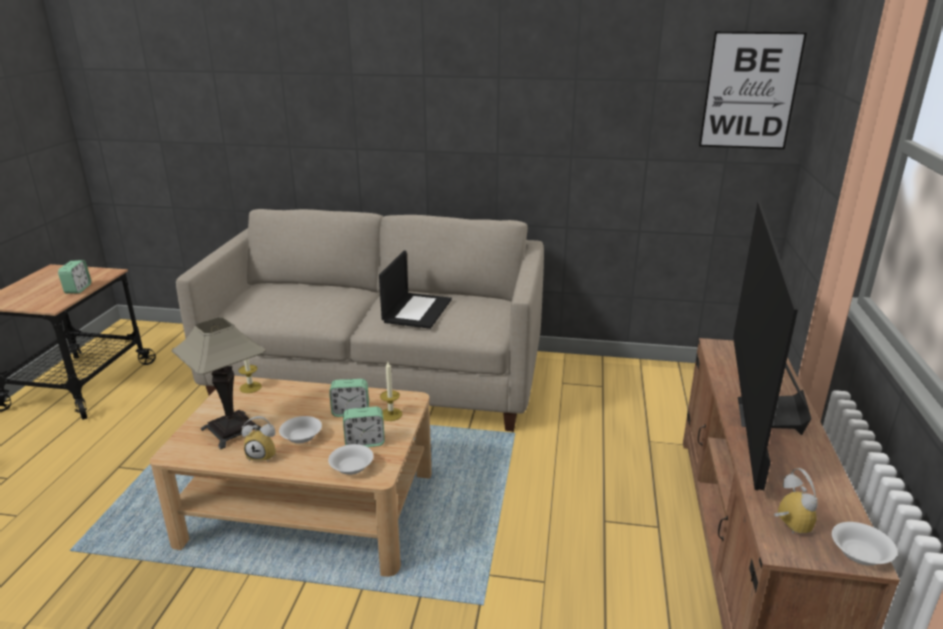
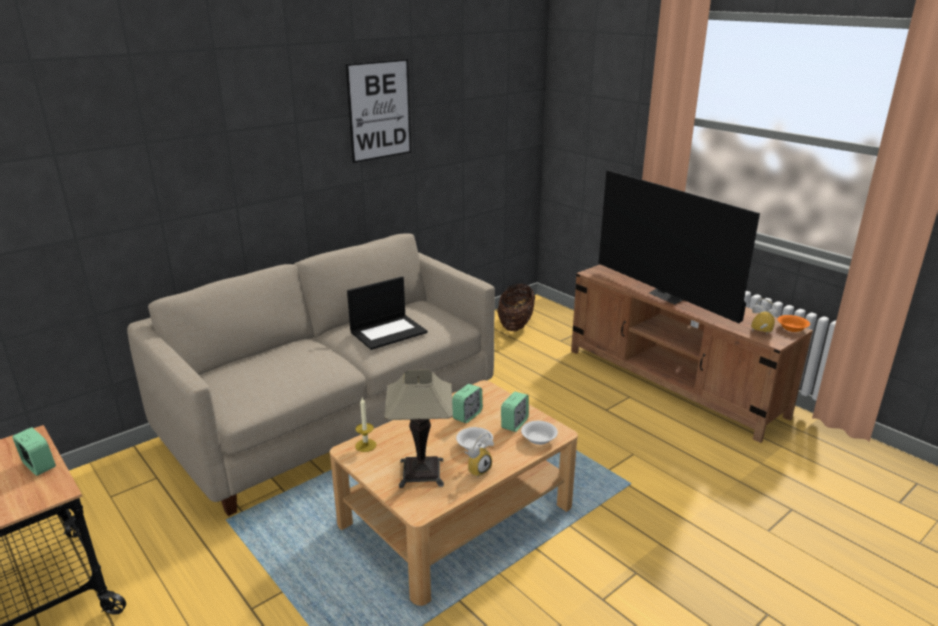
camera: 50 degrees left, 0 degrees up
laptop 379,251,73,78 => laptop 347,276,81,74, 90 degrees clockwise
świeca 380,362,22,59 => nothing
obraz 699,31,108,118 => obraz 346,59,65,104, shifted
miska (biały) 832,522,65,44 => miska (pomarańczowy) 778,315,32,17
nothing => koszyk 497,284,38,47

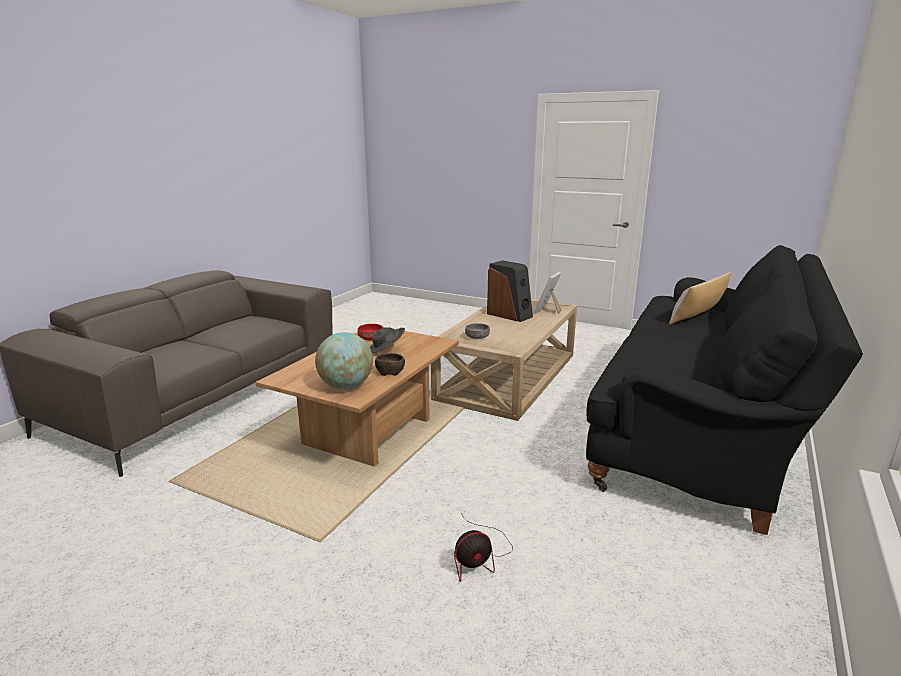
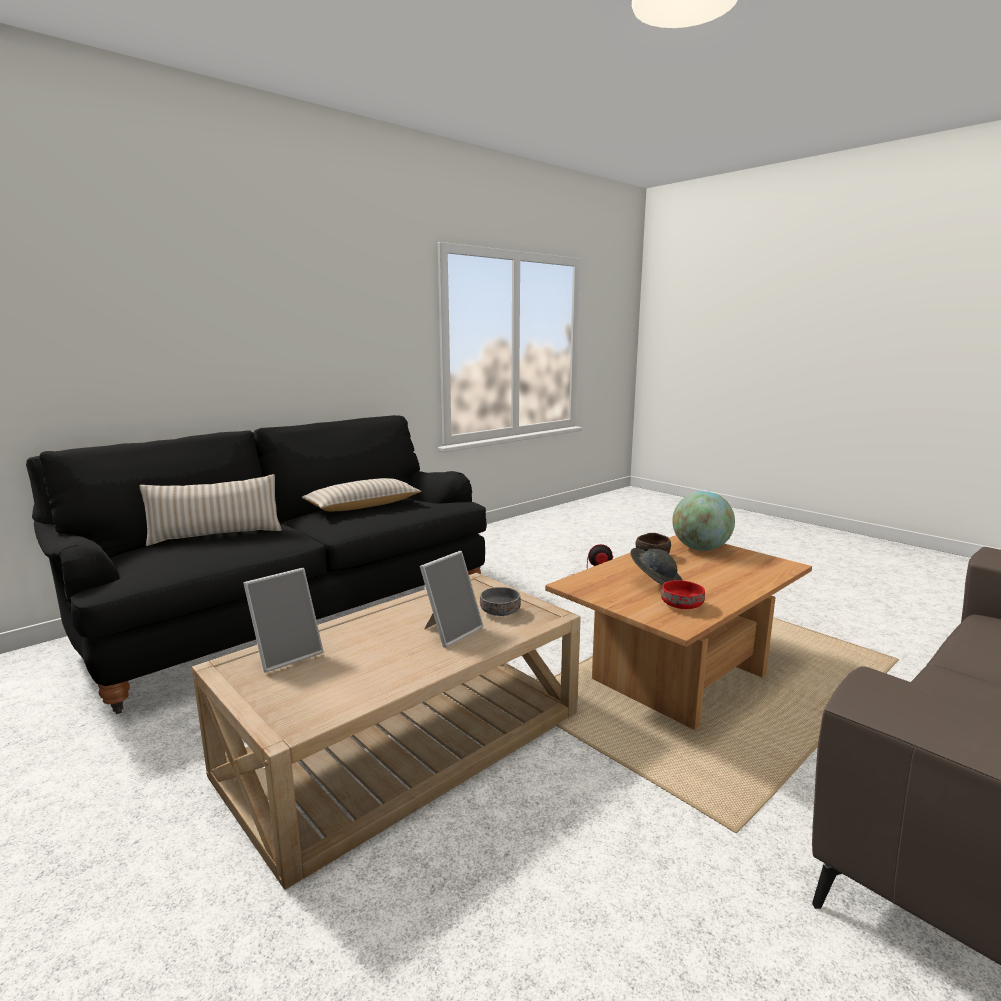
camera: 160 degrees left, 5 degrees down
głośnik 487,260,46,62 => nothing
nothing => poduszka (beżowy) 302,478,119,33
nothing => ramka na zdjęcie 420,551,63,97

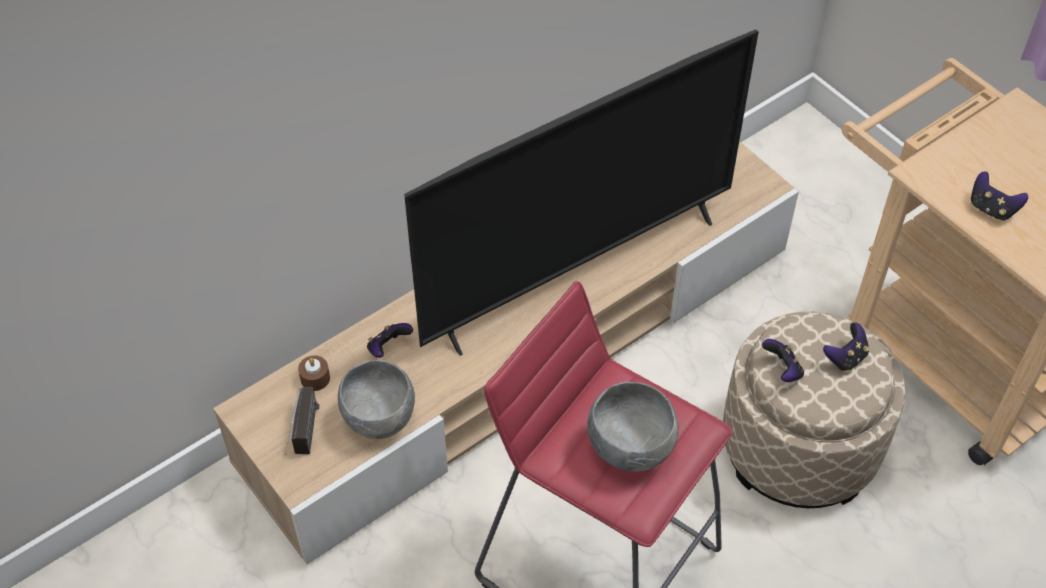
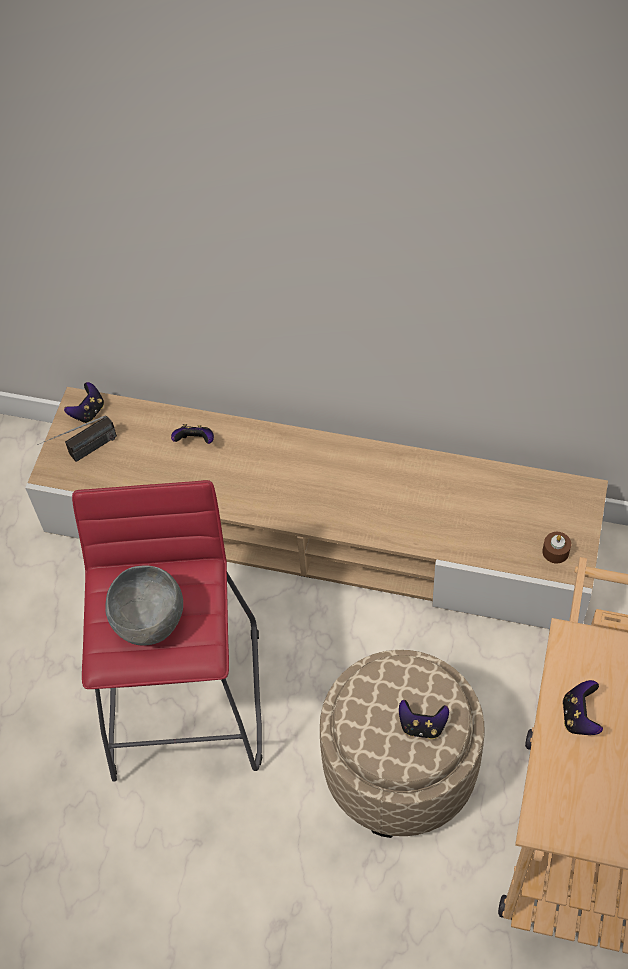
camera: 55 degrees right, 5 degrees up
świeca (brązowy) 298,356,32,35 => świeca (brązowy) 542,532,29,32, shifted
miska (szary) 338,360,77,79 => nothing
telewizor 404,30,355,326 => nothing
pad do gier 762,339,42,43 => pad do gier 64,382,40,41, shifted

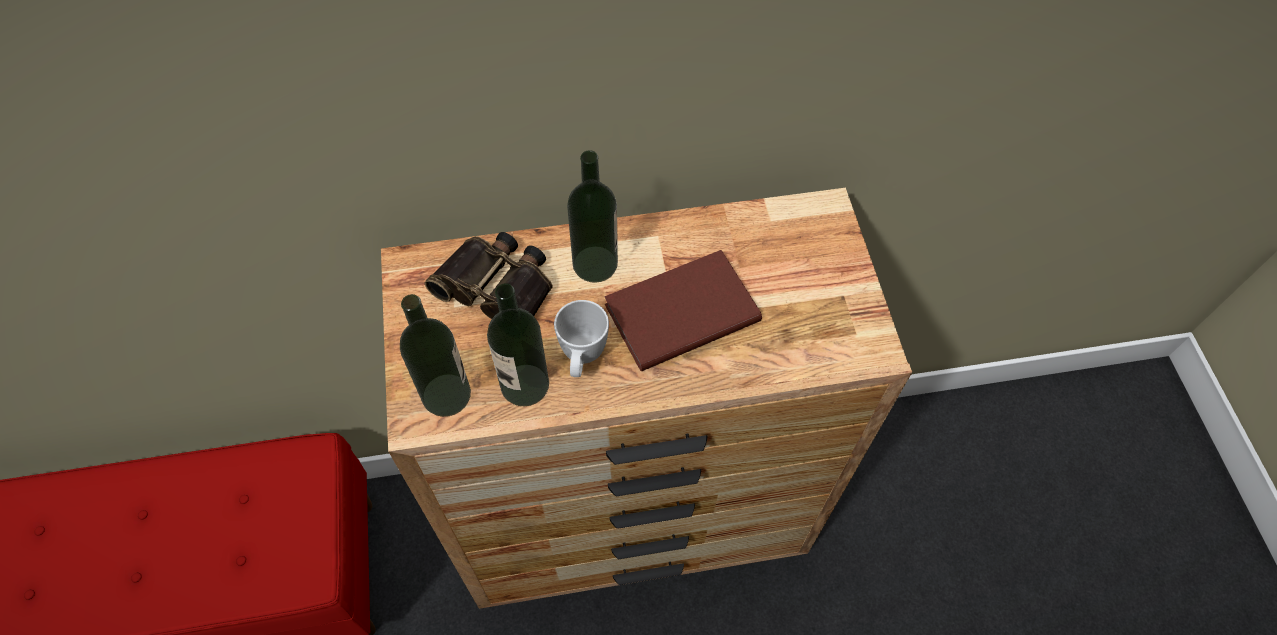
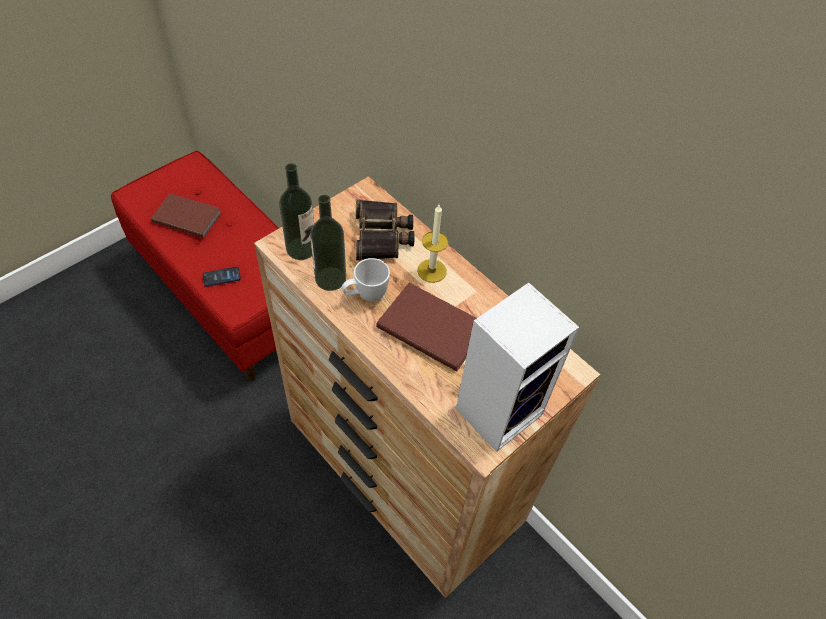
camera: 55 degrees right, 5 degrees down
butelka 567,150,51,133 => świeca 417,205,31,78
nothing => książka (brązowy) 151,193,70,45
nothing => telefon 203,267,38,19
nothing => głośnik 456,283,123,169

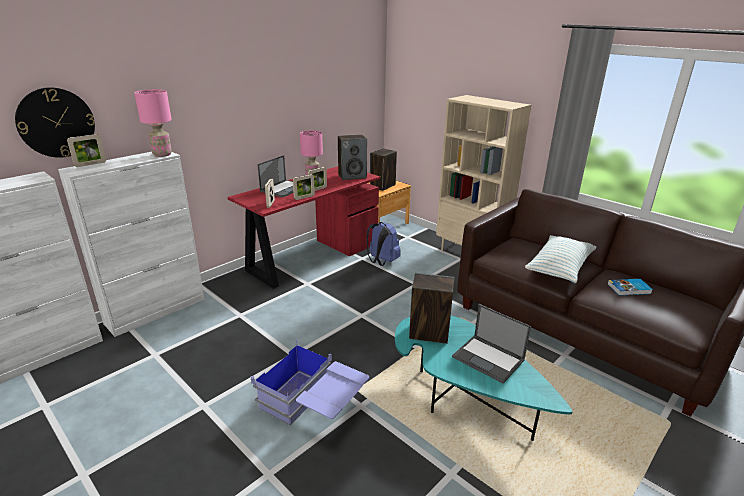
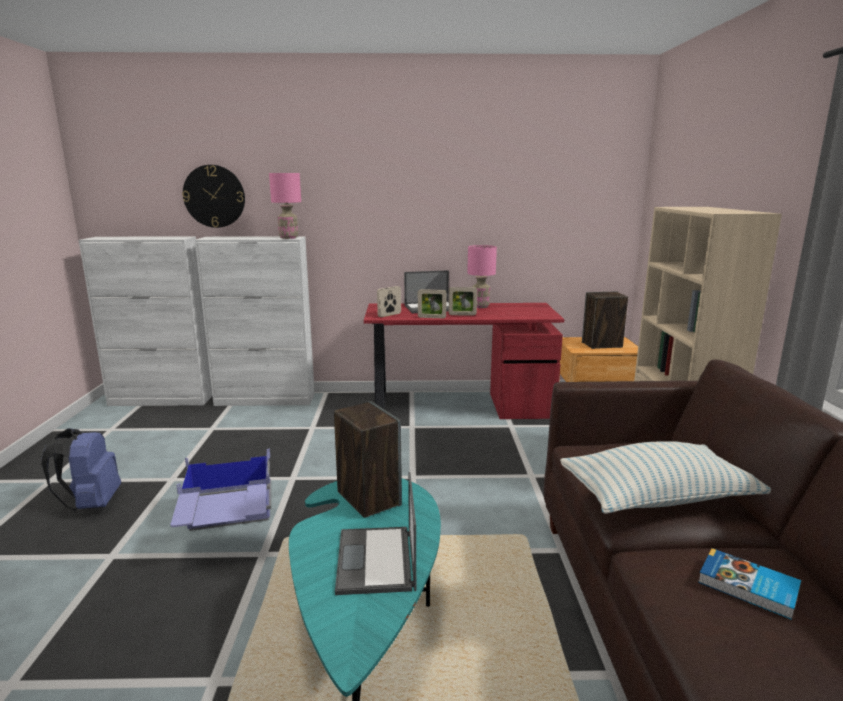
camera: 45 degrees right, 10 degrees down
ramka na zdjęcie 67,134,39,33 => nothing
głośnik 338,134,29,46 => nothing
plecak (niebieski) 366,222,35,44 => plecak (niebieski) 41,428,80,82, shifted

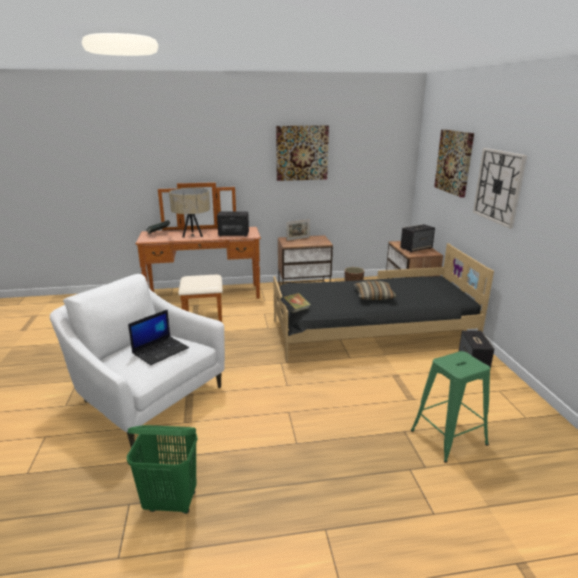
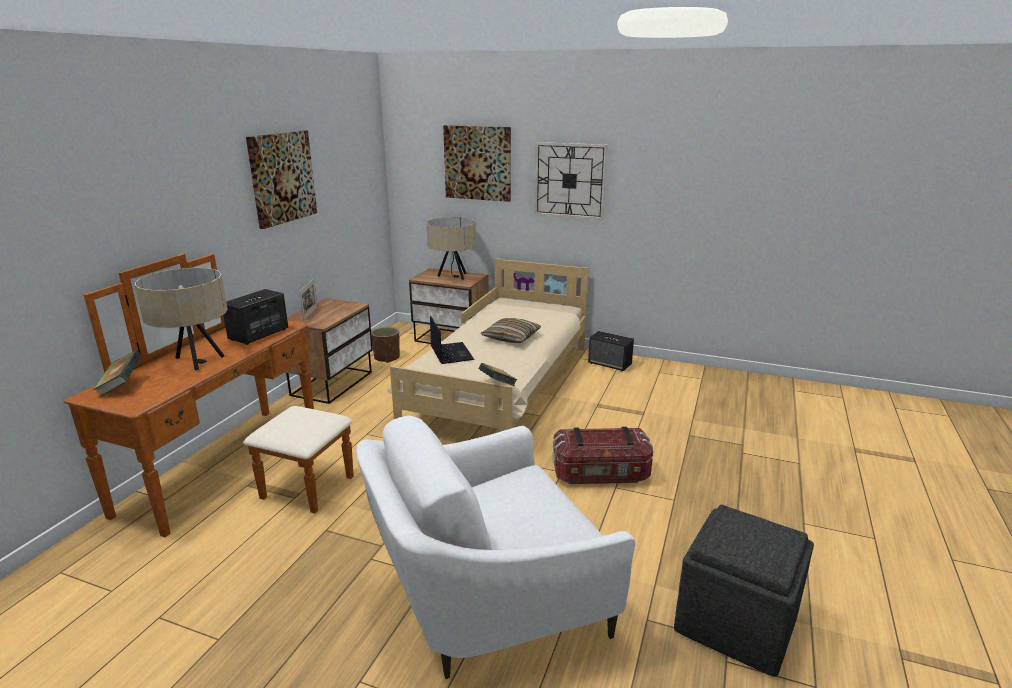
camera: 60 degrees left, 0 degrees up
kosz na pranie (zielony) 127,425,71,89 => pufa (szary) 674,504,140,173
laptop 128,309,61,56 => laptop 430,316,45,48, shifted
łóżko (czarny) 273,243,221,119 => łóżko (beżowy) 387,258,202,173
głośnik 400,224,35,28 => lampa stołowa (beżowy) 426,217,50,63
stołek (zielony) 411,351,79,112 => nothing
nothing => pojemnik do przechowywania 552,427,101,57

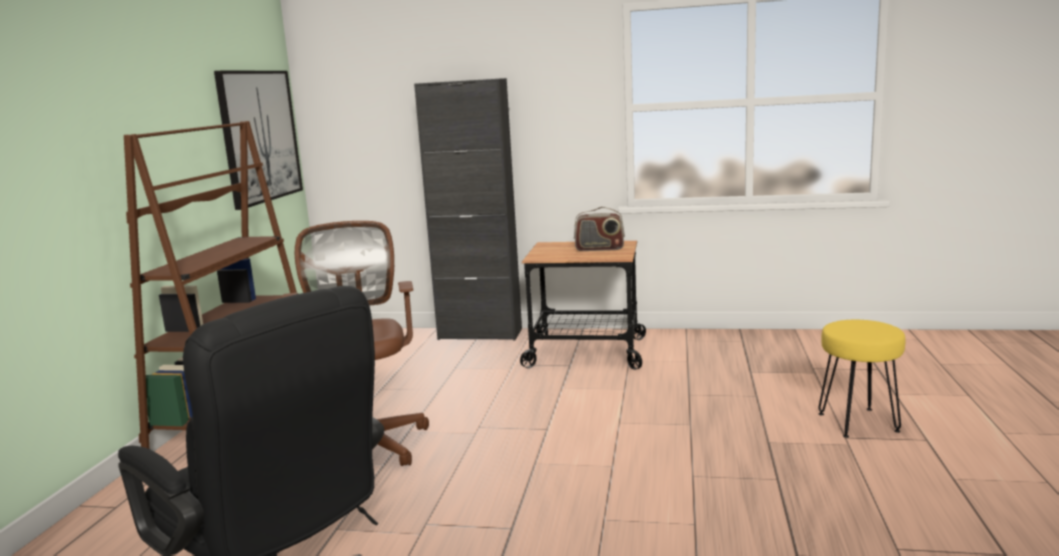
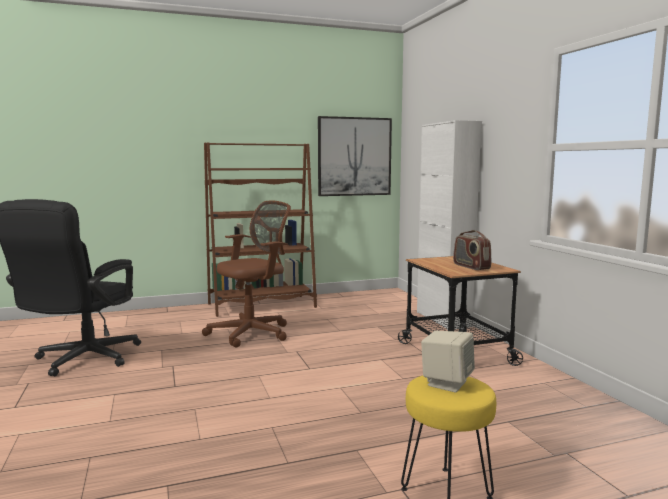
camera: 60 degrees right, 5 degrees down
szafka (czarny) 414,78,108,263 => szafka (biały) 417,120,65,210
nothing => głośnik (beżowy) 421,331,54,62

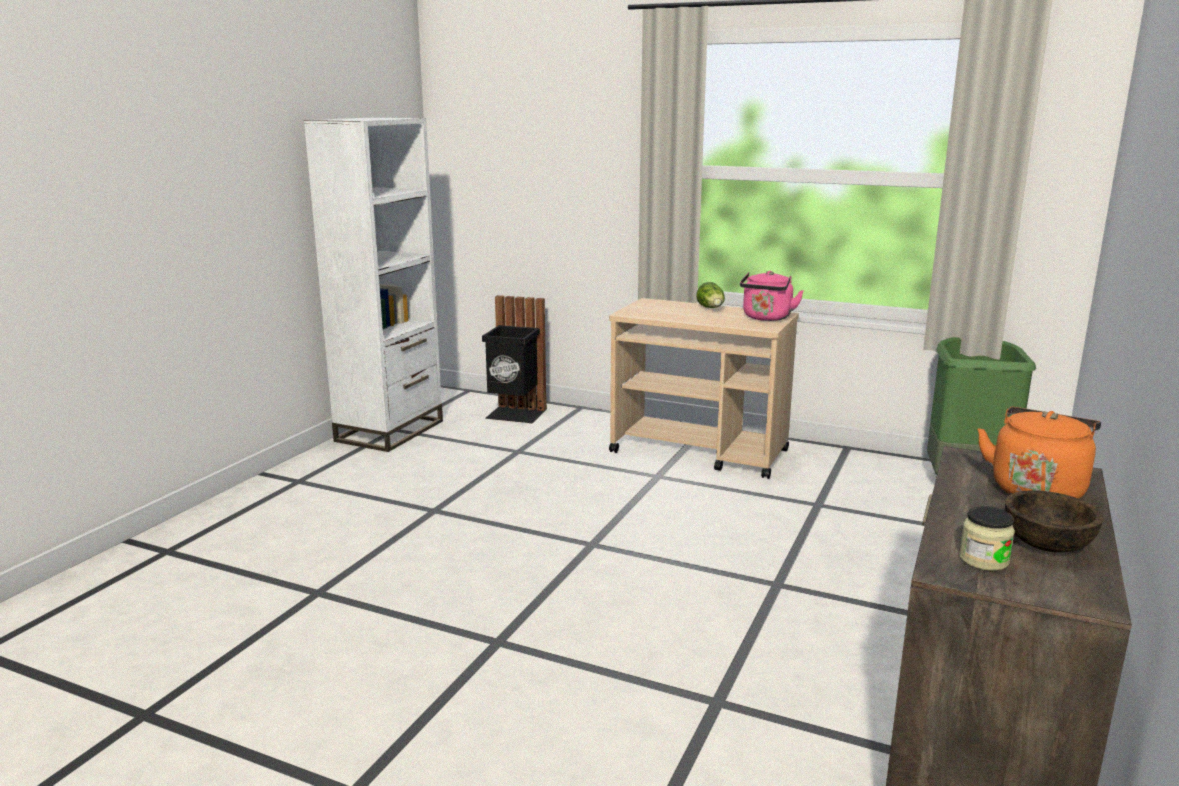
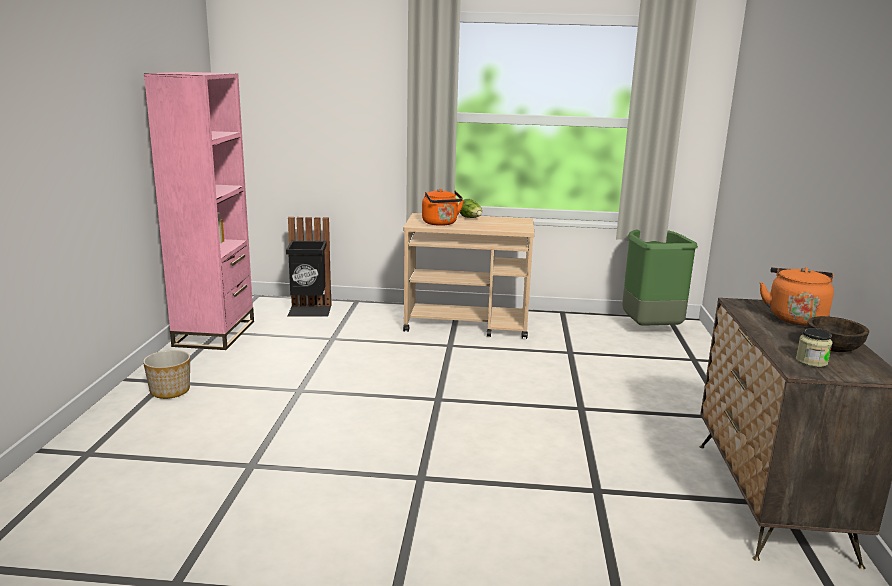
camera: 20 degrees left, 0 degrees up
regał (biały) 304,118,139,334 => regał (różowy) 144,72,110,278
czajnik (różowy) 740,271,64,50 => nothing
nothing => donica 143,350,47,49
nothing => czajnik (pomarańczowy) 422,189,42,37

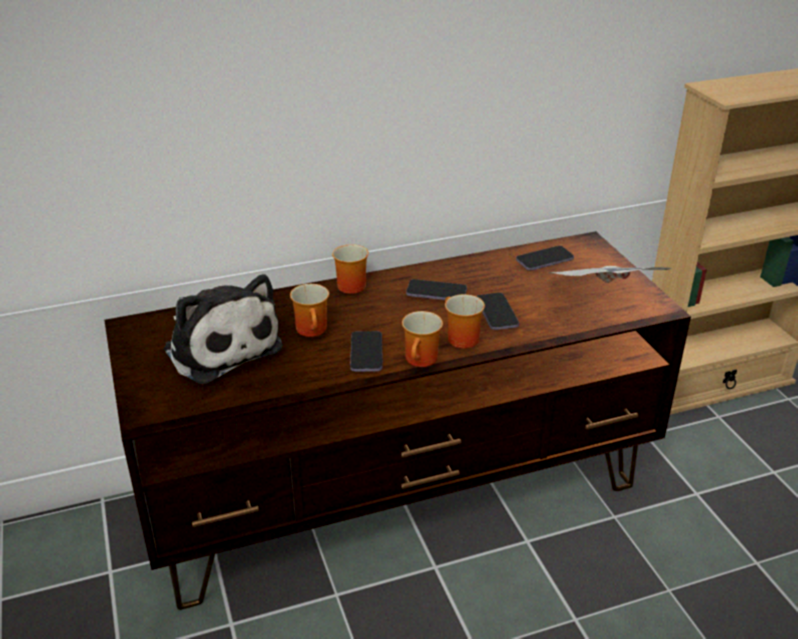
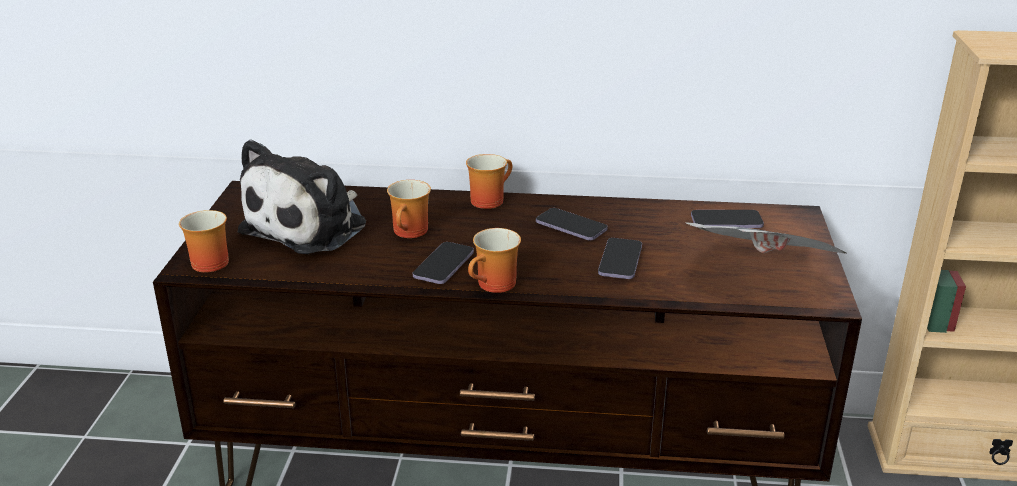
camera: 25 degrees right, 5 degrees down
pluszak 164,274,119,111 => pluszak 238,139,128,115, 45 degrees clockwise
kubek 445,294,40,55 => kubek 179,210,50,62, shifted

